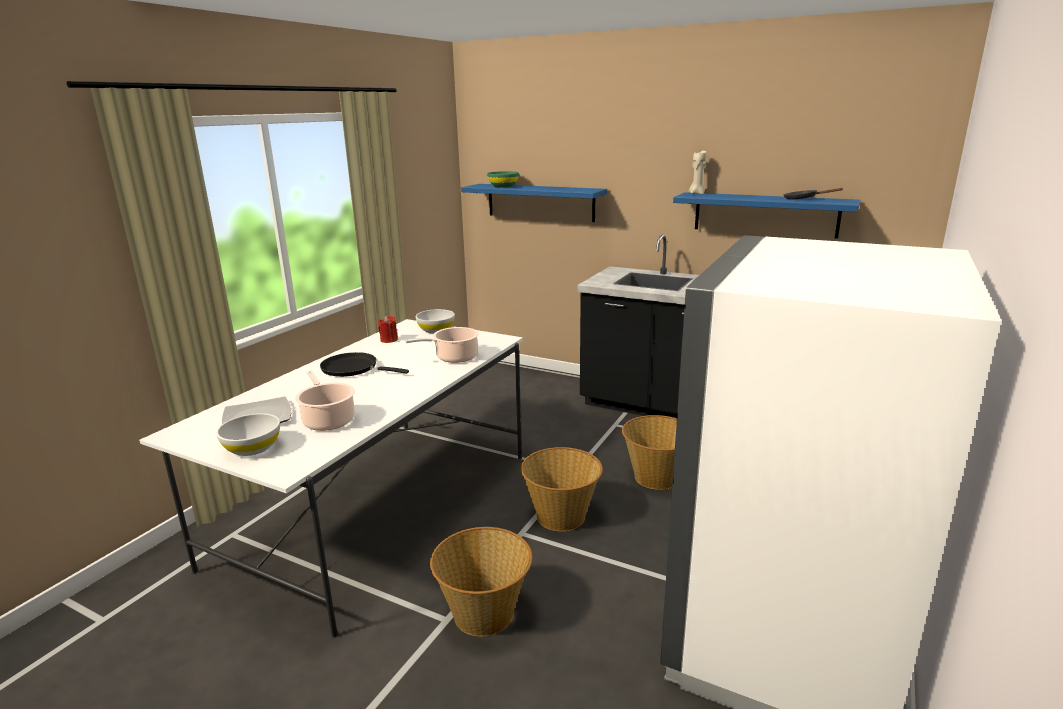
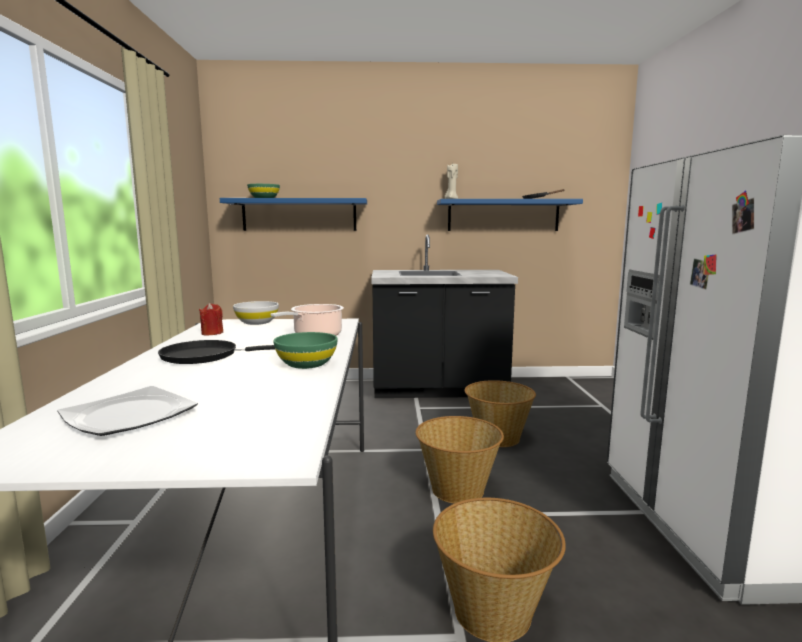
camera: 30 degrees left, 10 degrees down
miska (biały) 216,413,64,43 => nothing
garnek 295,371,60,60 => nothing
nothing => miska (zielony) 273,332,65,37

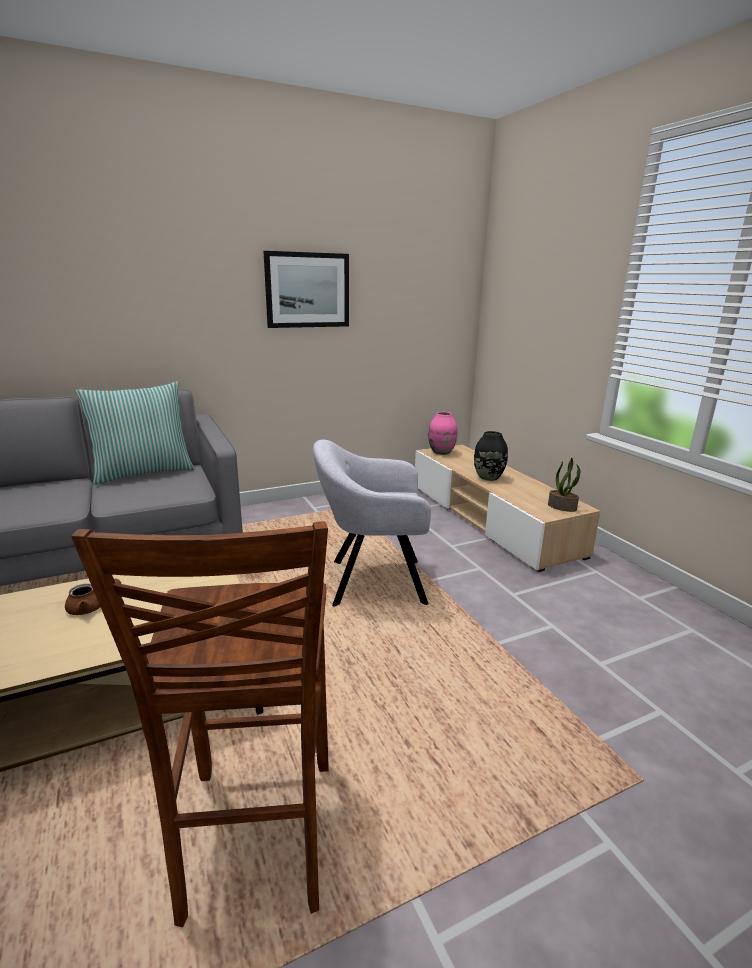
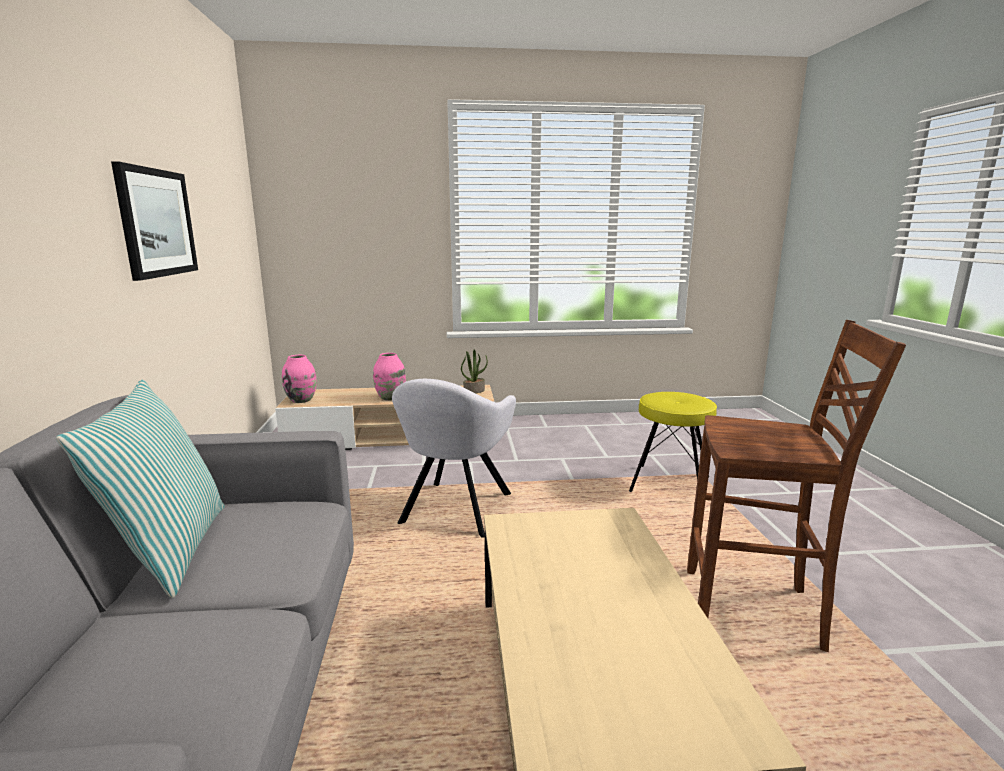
camera: 70 degrees left, 5 degrees down
imbryk (brązowy) 65,579,56,36 => nothing
wazon (czarny) 474,431,34,50 => wazon (różowy) 373,353,33,47
nothing => stołek (żółty) 629,392,88,100

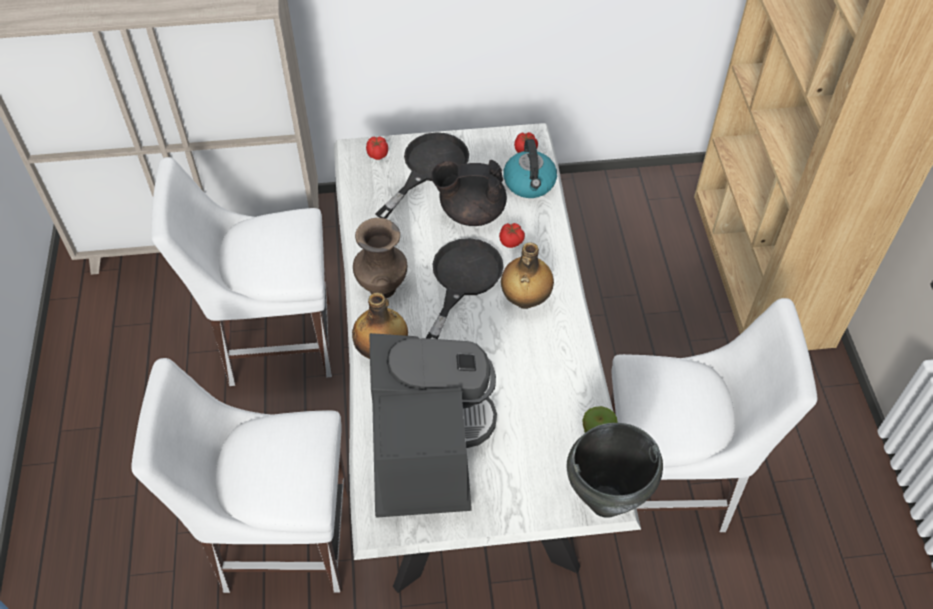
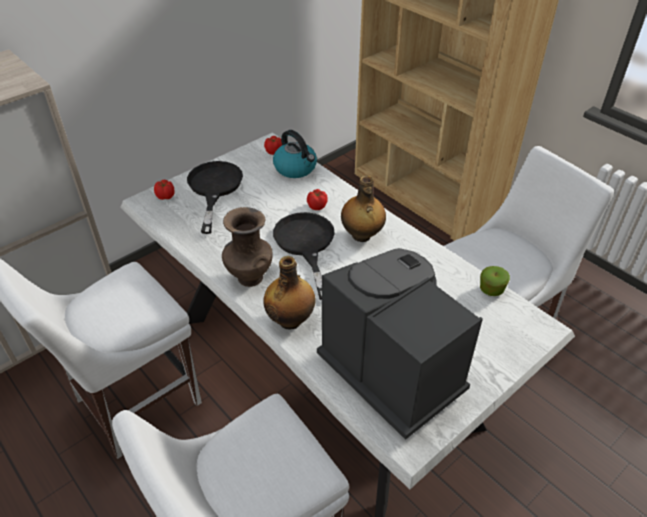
camera: 35 degrees left, 10 degrees down
imbryk (czarny) 431,160,76,66 => nothing
garnek (czarny) 567,423,96,95 => nothing

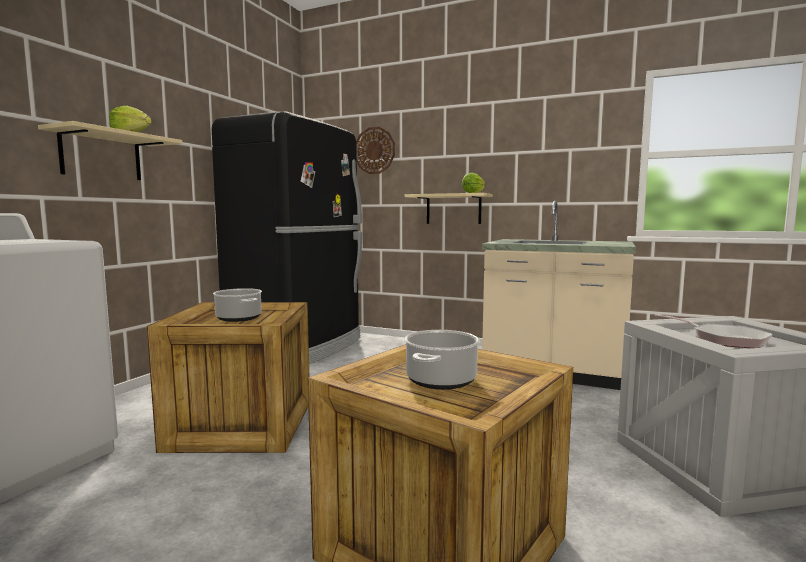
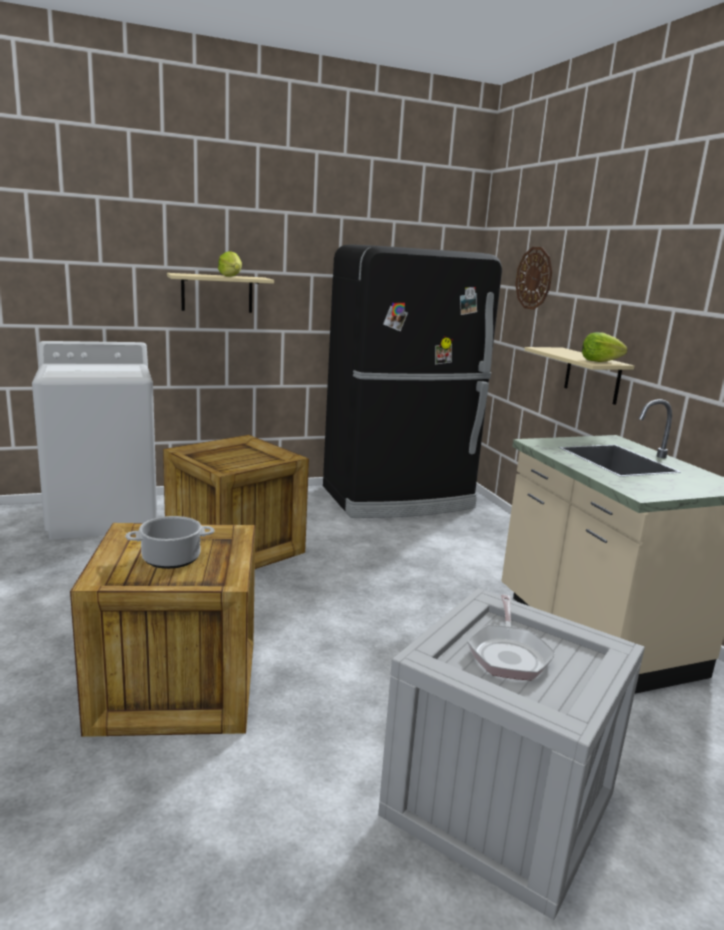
camera: 45 degrees right, 10 degrees up
garnek 213,288,49,34 => nothing

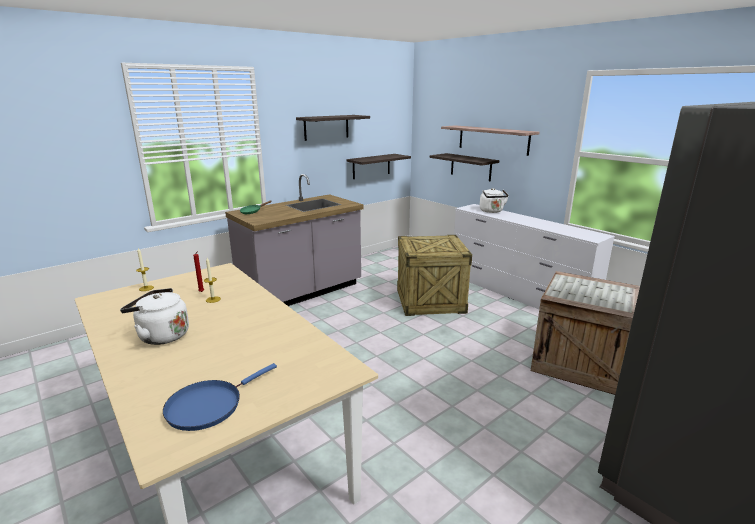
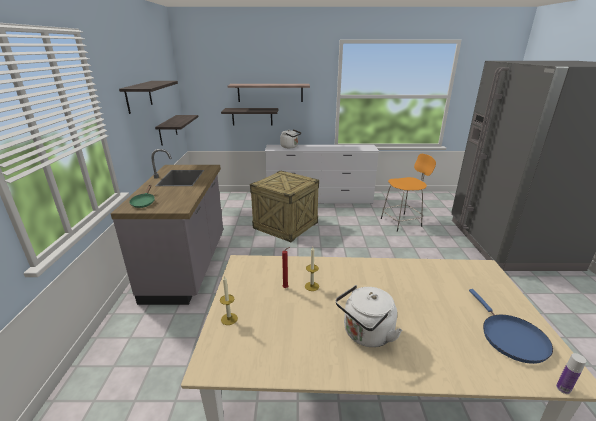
camera: 50 degrees left, 5 degrees up
skrzynka 531,271,109,124 => stołek (pomarańczowy) 381,154,55,78
nothing => butelka 556,353,31,41

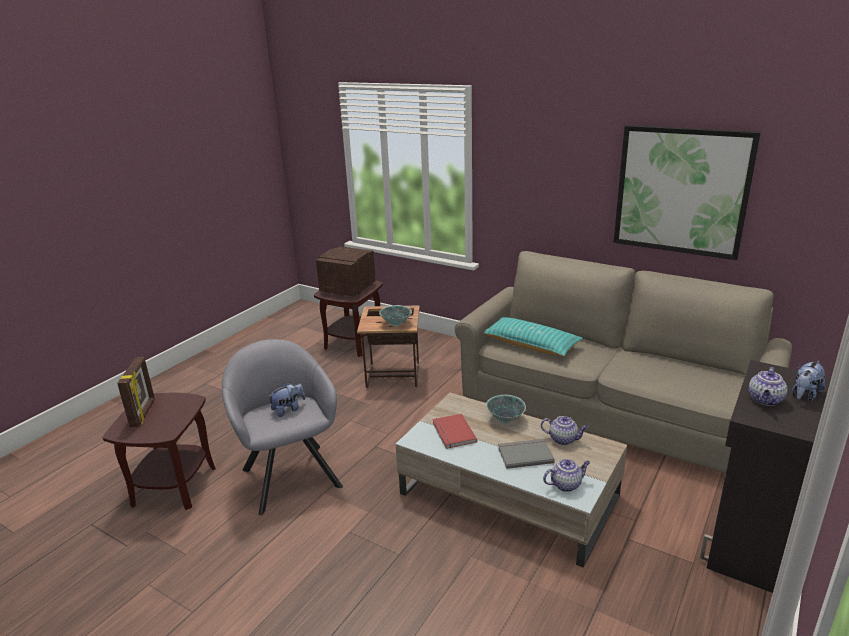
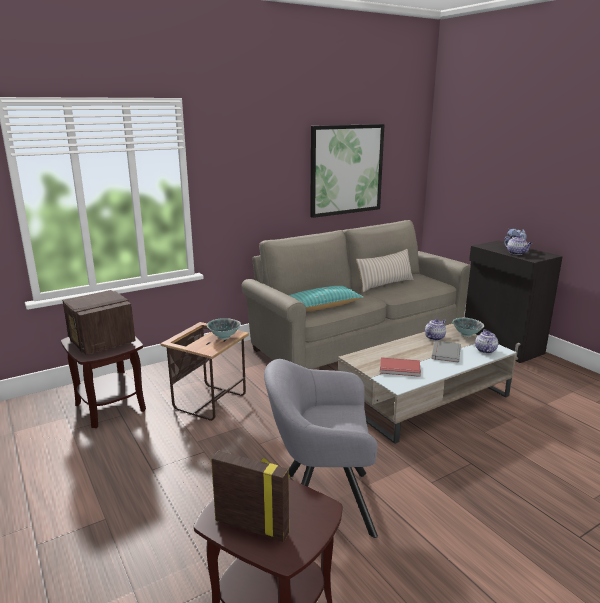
camera: 65 degrees left, 5 degrees down
pluszak 268,382,37,35 => nothing
miska 486,395,40,28 => miska 452,318,32,19, shifted
nothing => poduszka (beżowy) 356,249,58,43

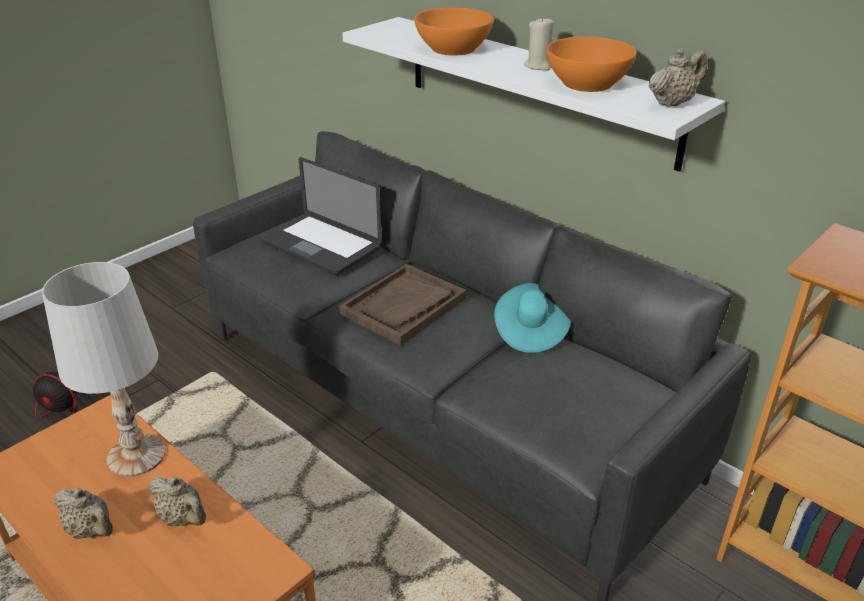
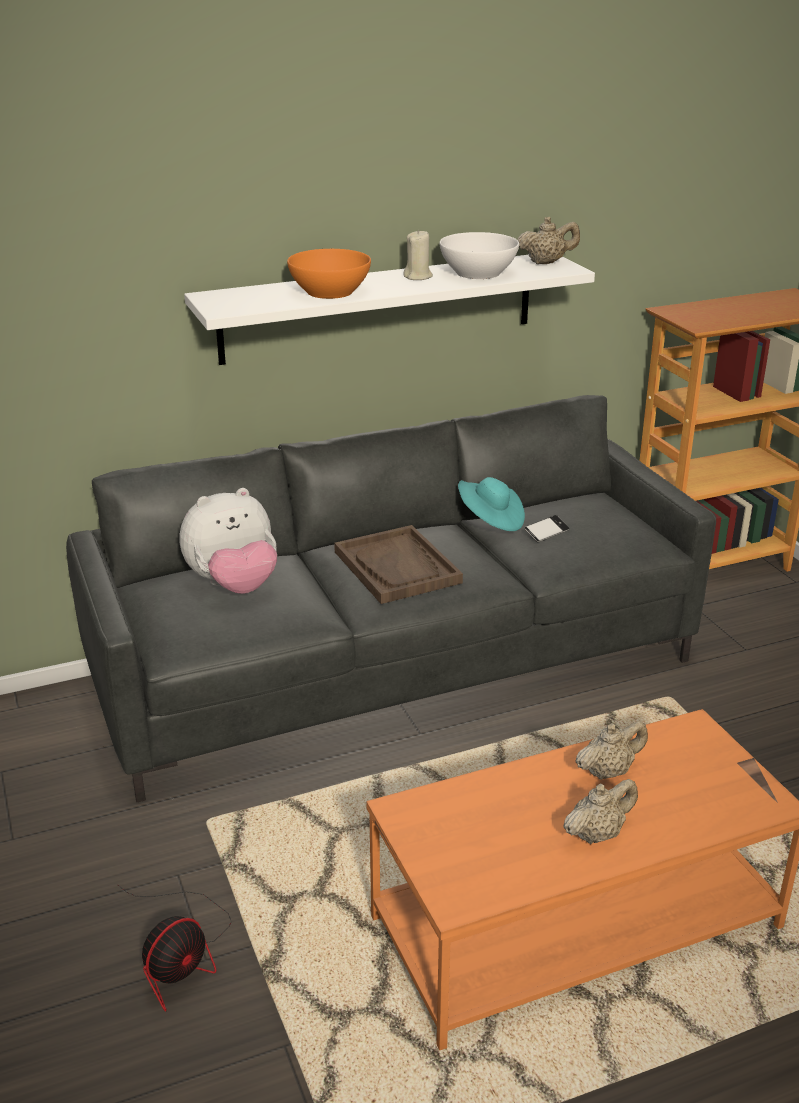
camera: 65 degrees left, 5 degrees down
lampa stołowa (biały) 42,262,124,215 => nothing
laptop 260,157,122,118 => pluszak 179,488,98,106
miska (pomarańczowy) 547,37,90,55 => miska (biały) 439,232,80,47
imbryk (beżowy) 648,48,60,59 => imbryk (beżowy) 517,217,63,47, 90 degrees clockwise
nothing => telefon 524,515,45,27

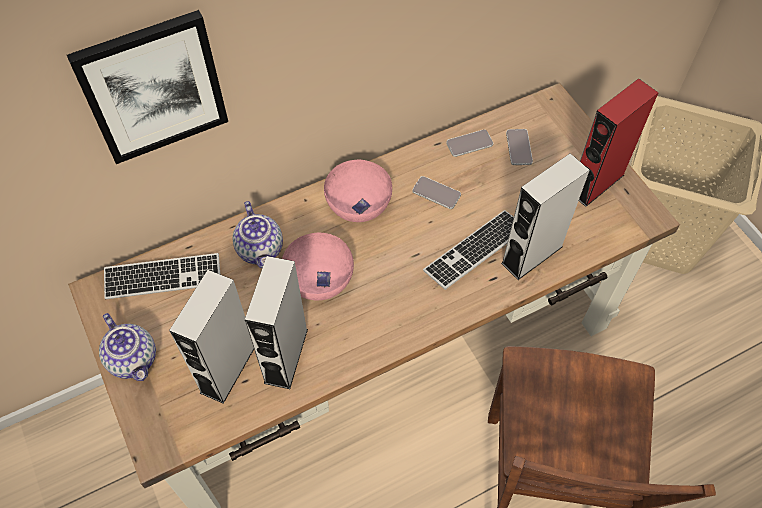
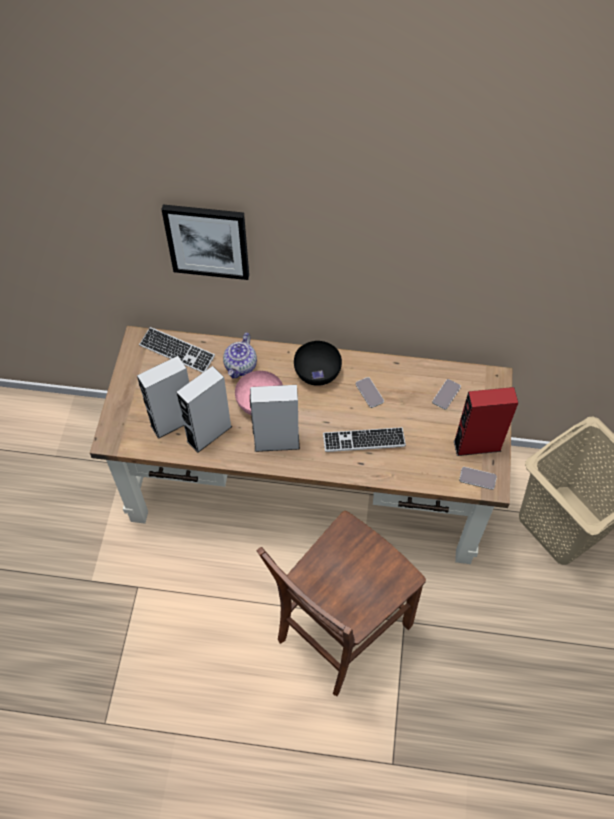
camera: 35 degrees right, 0 degrees up
imbryk 99,313,57,68 => nothing
miska (różowy) 324,159,68,63 => miska (czarny) 294,341,48,45
telefon 446,130,47,27 => telefon 459,467,38,23, shifted
głośnik (szary) 501,153,89,127 => głośnik (szary) 250,385,50,67, shifted

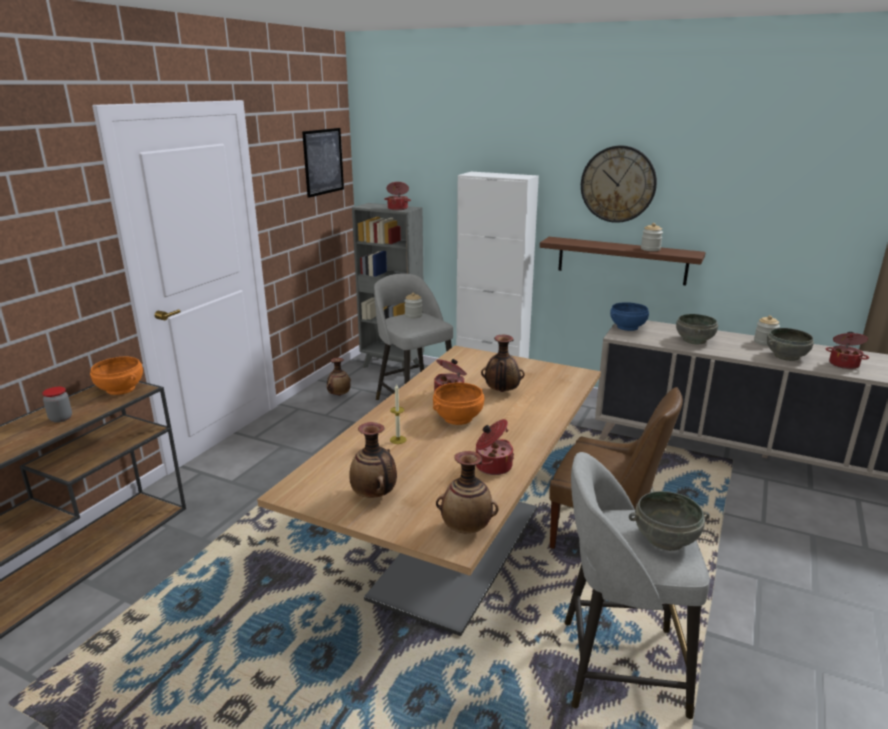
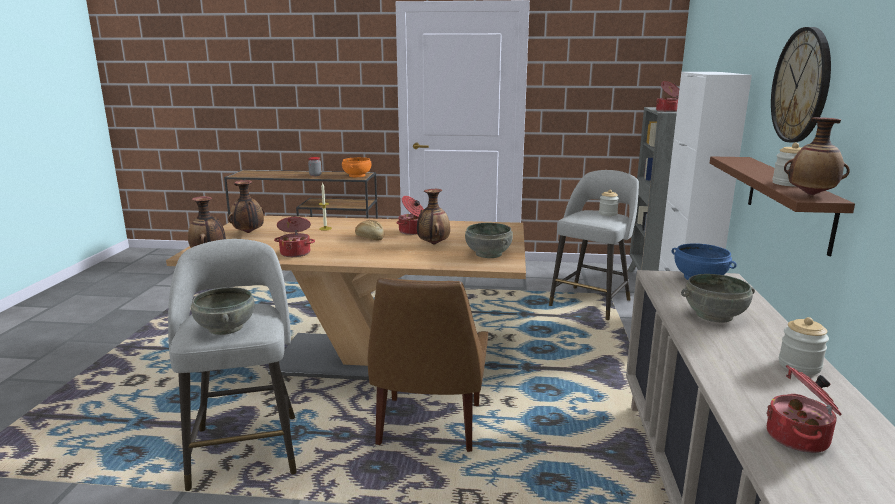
camera: 70 degrees right, 5 degrees down
obraz 302,128,42,70 => nothing
wazon 327,358,24,38 => wazon 784,117,66,78, shifted
miska (pomarańczowy) 433,383,51,42 => chleb 355,220,29,21
miska (szary) 767,328,47,33 => miska (szary) 465,223,48,35, shifted

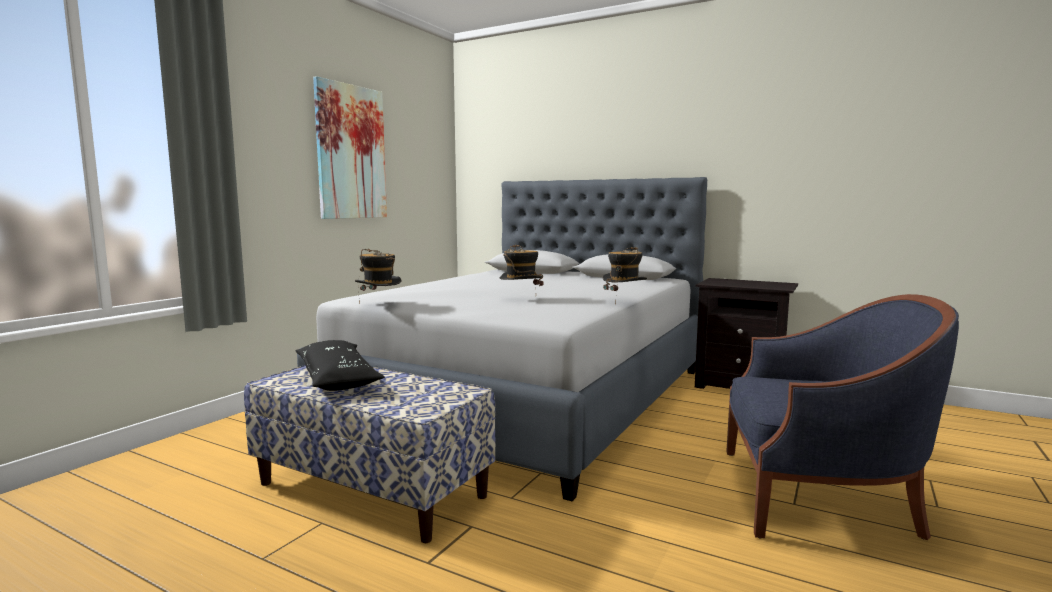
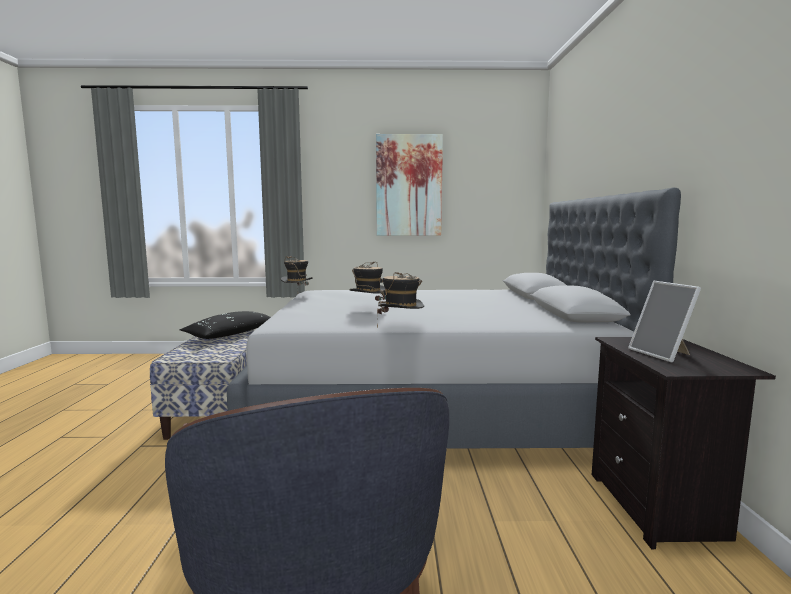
camera: 60 degrees right, 0 degrees up
nothing => ramka na zdjęcie 628,281,73,82

